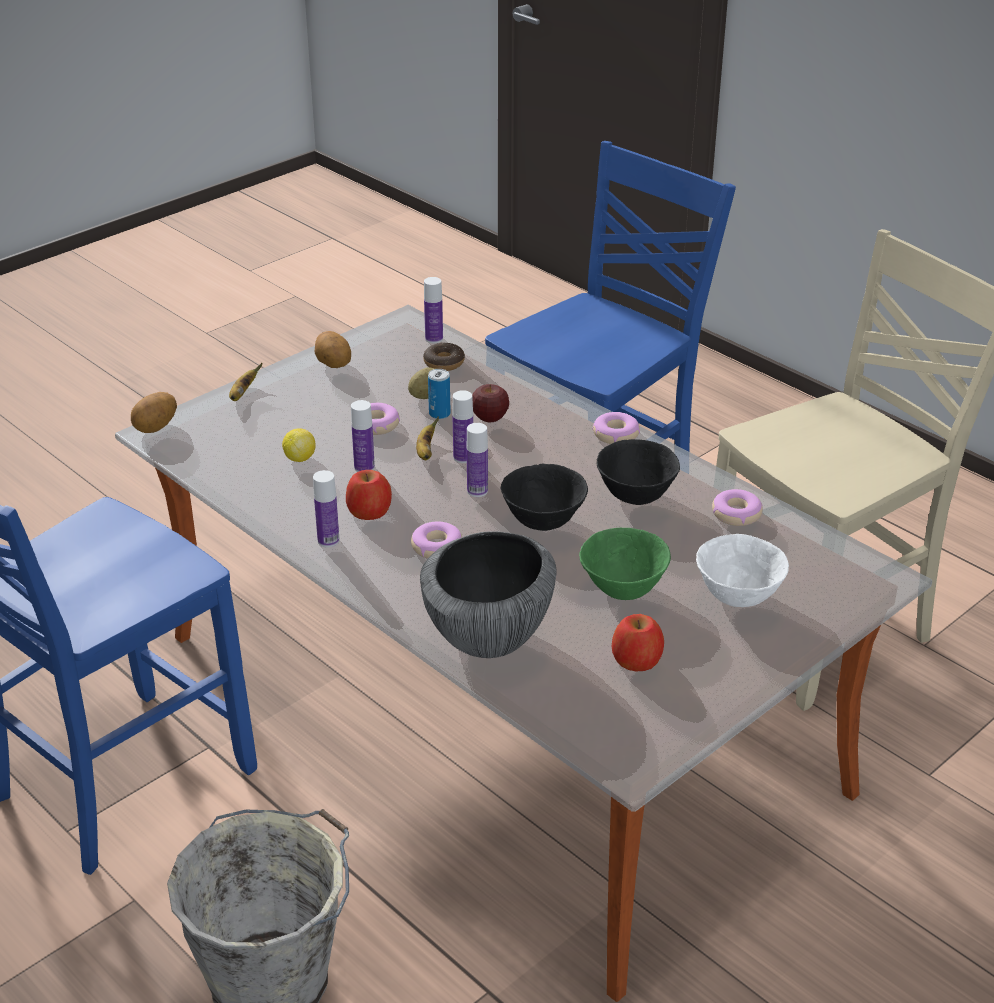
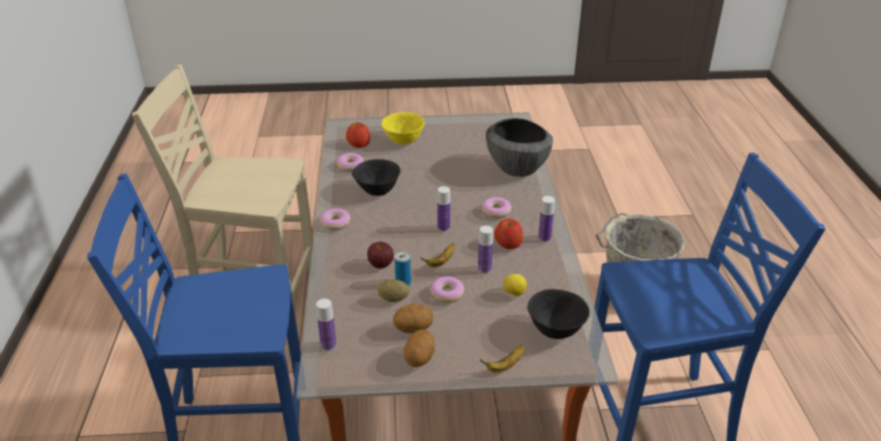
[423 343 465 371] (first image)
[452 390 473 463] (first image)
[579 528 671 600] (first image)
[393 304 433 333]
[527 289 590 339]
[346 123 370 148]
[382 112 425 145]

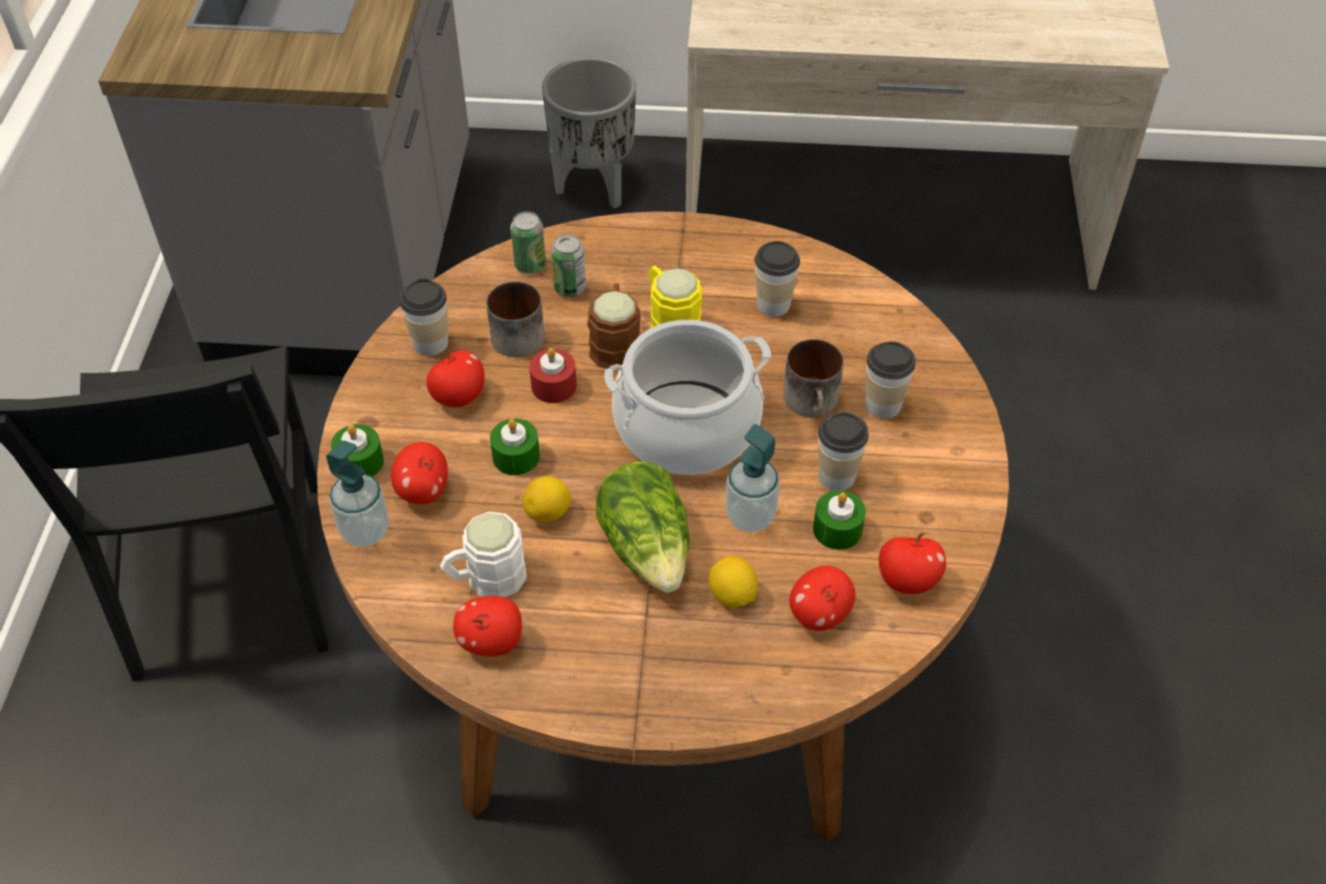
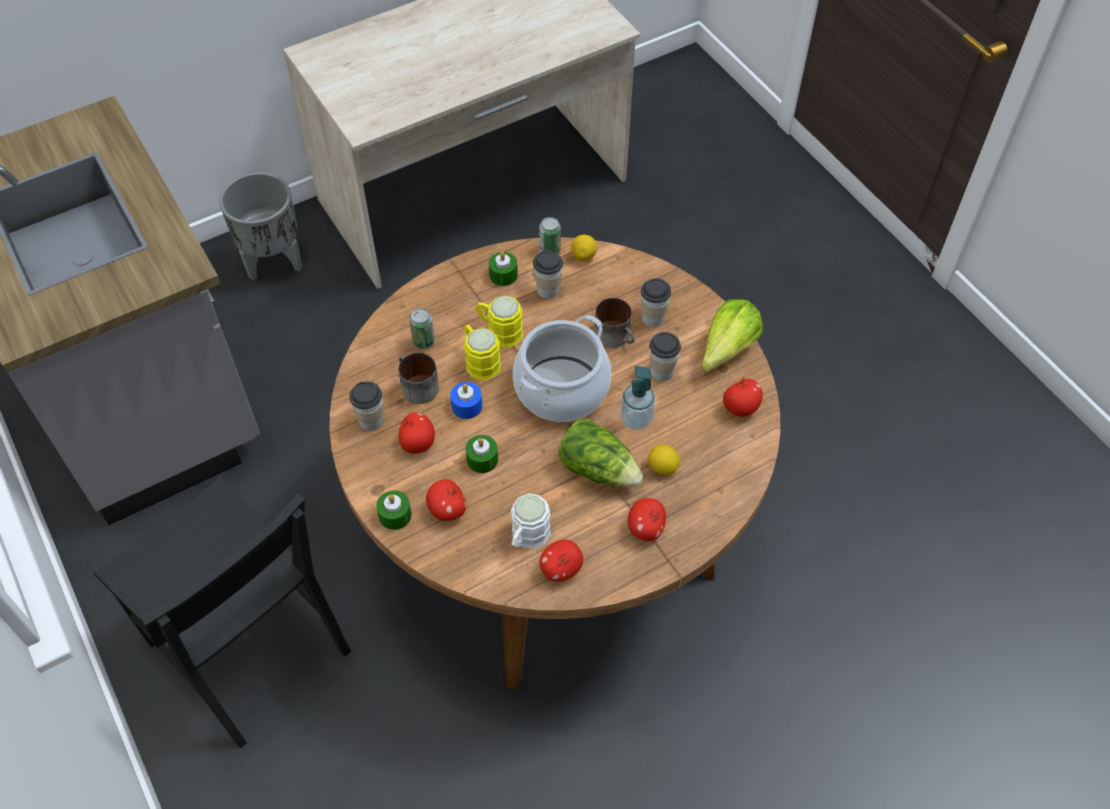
[326 440 389 547] (first image)
[702 299 763 372]
[539 217 561 254]
[571 235 597 262]
[628 498 666 541]
[489 252 518 286]
[450 382 482 419]
[464 325 501 381]

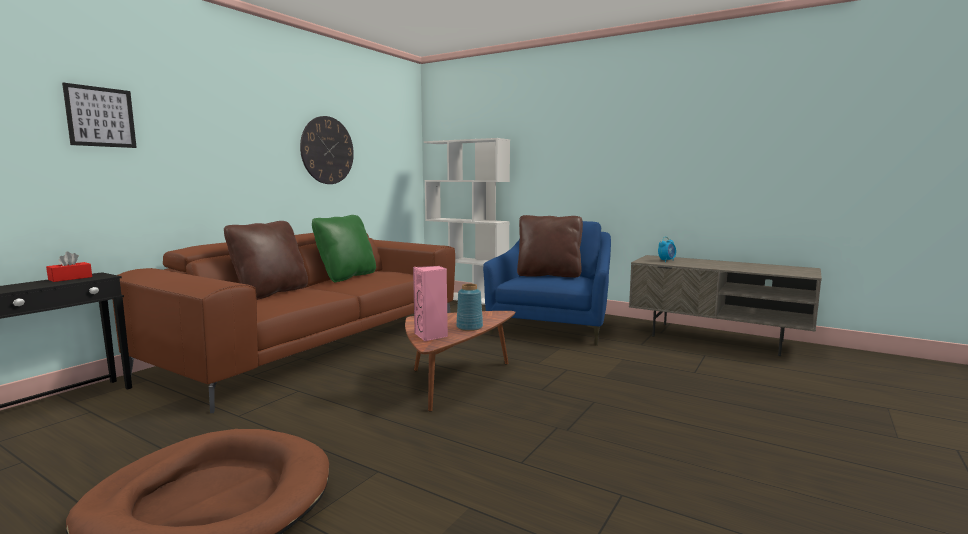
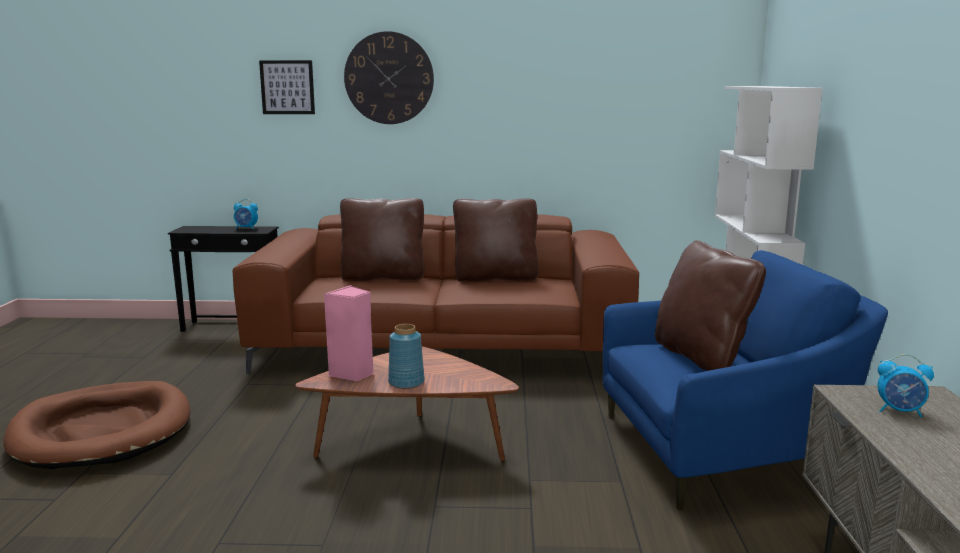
[344 31 434 124]
[234 199 258 229]
[453 198 539 282]

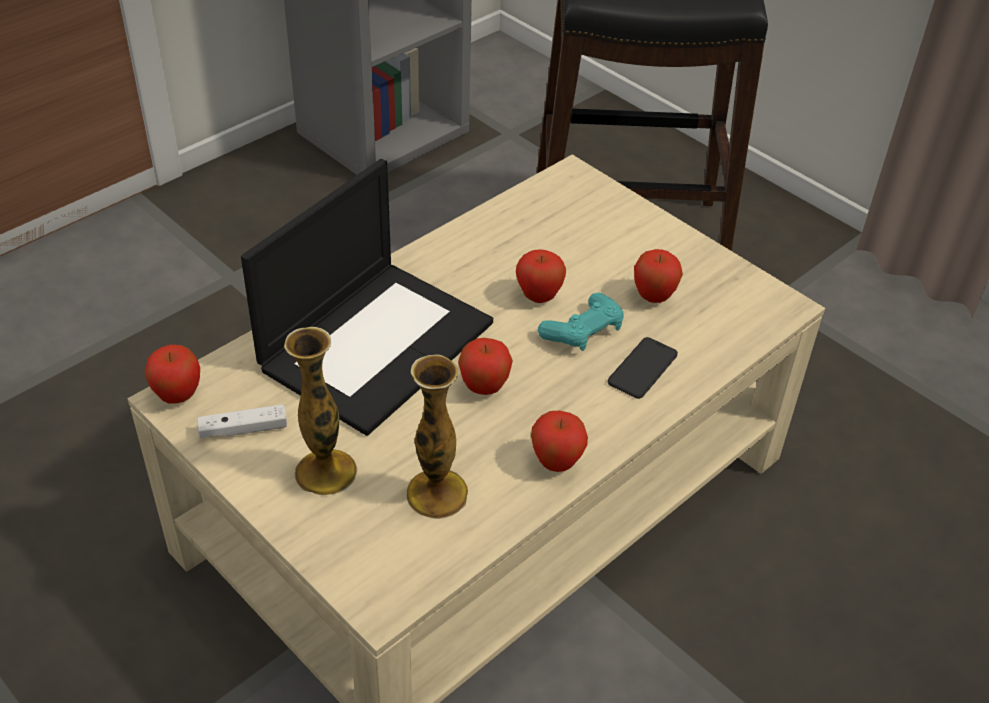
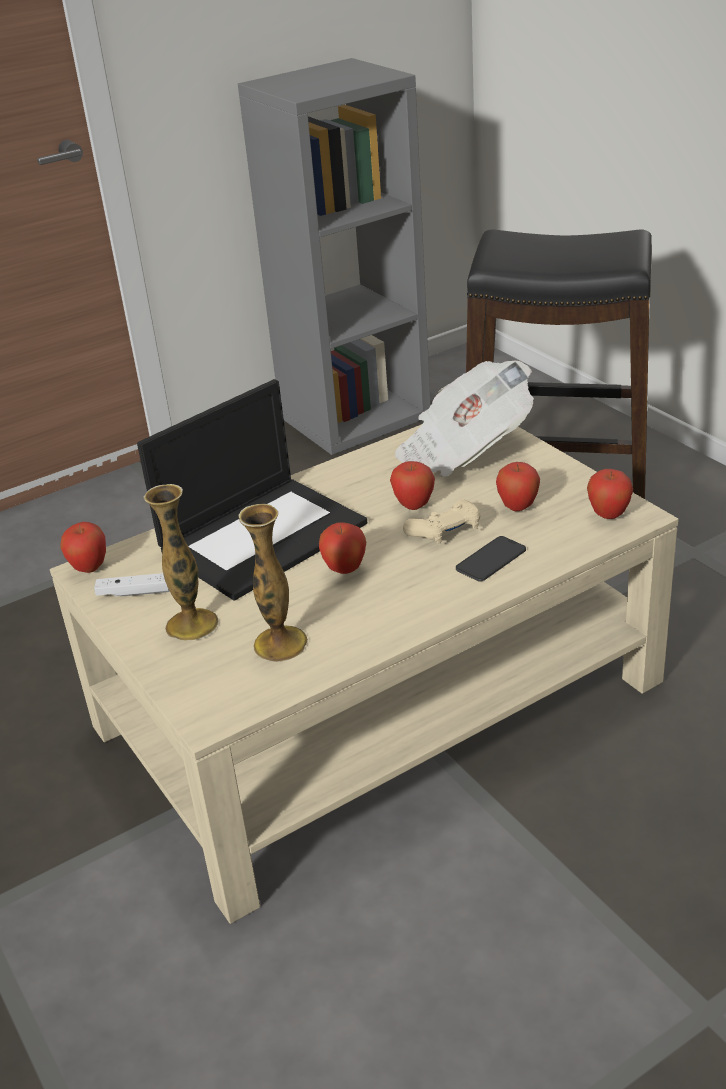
[395 361 534 477]
[587 469 633 519]
[403 499 480 544]

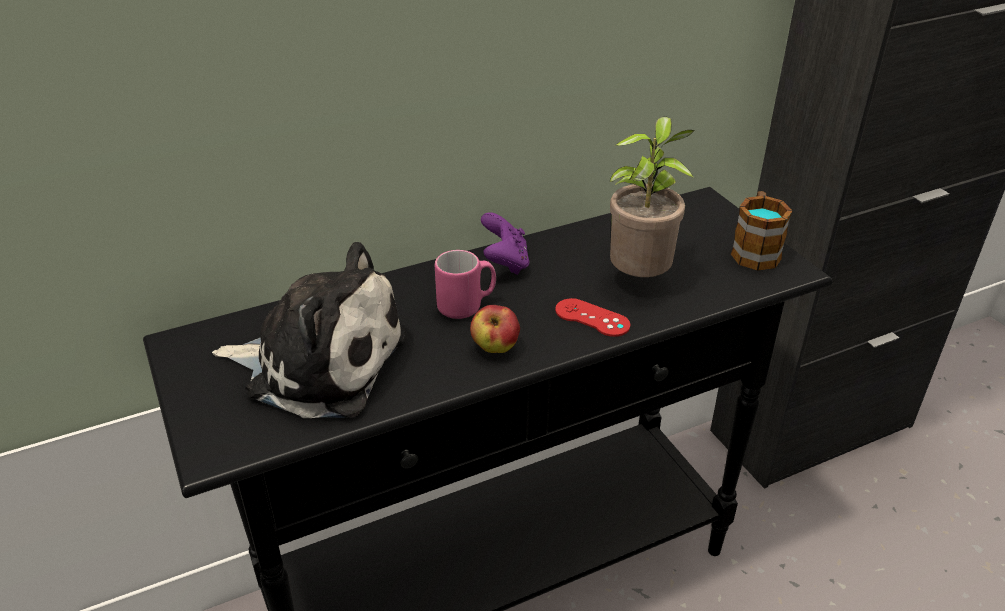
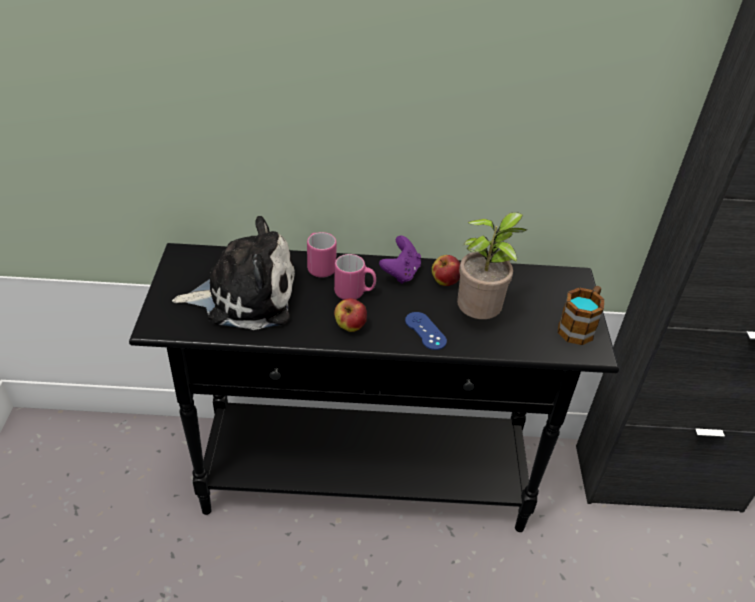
[307 232 337 278]
[432 255 460 286]
[405 312 447 350]
[172 216 295 330]

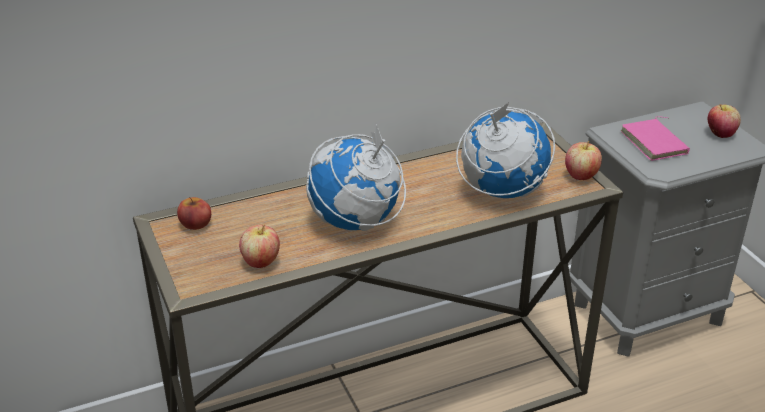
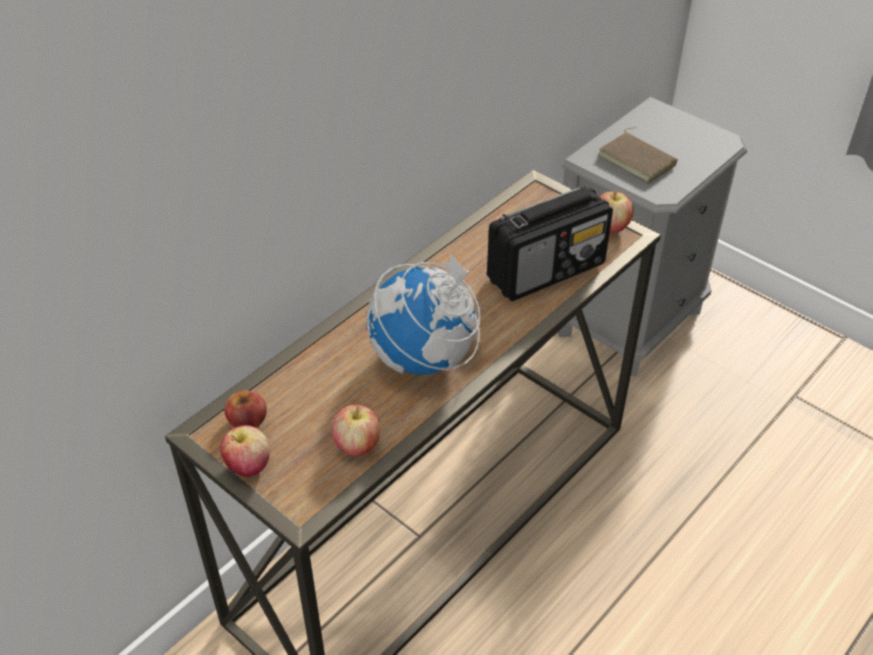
[220 426 270 477]
[487 187 613 301]
[598 127 678 183]

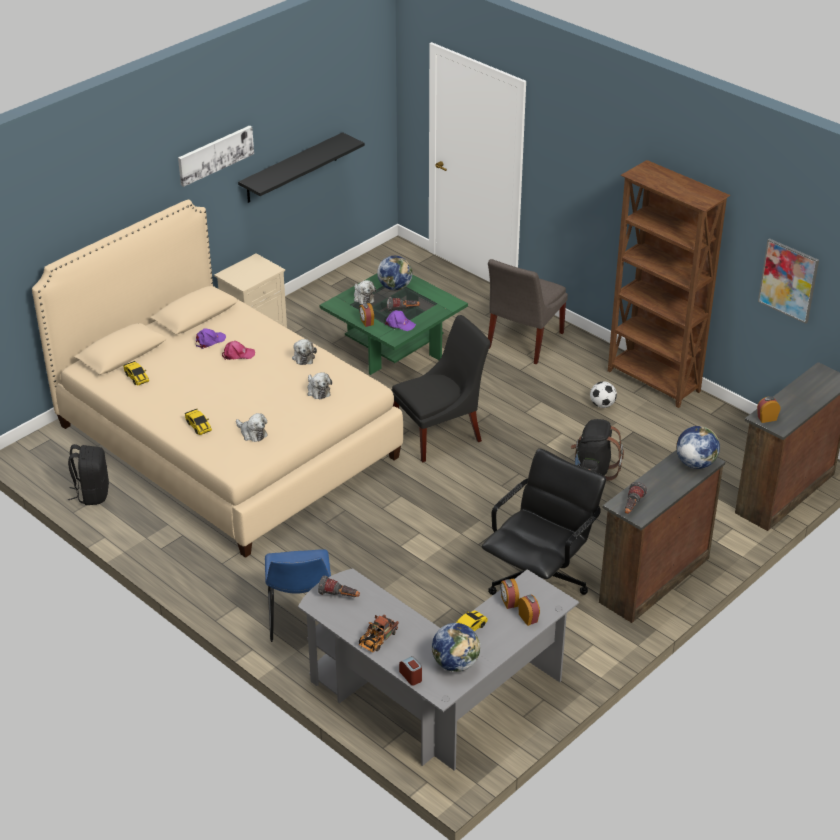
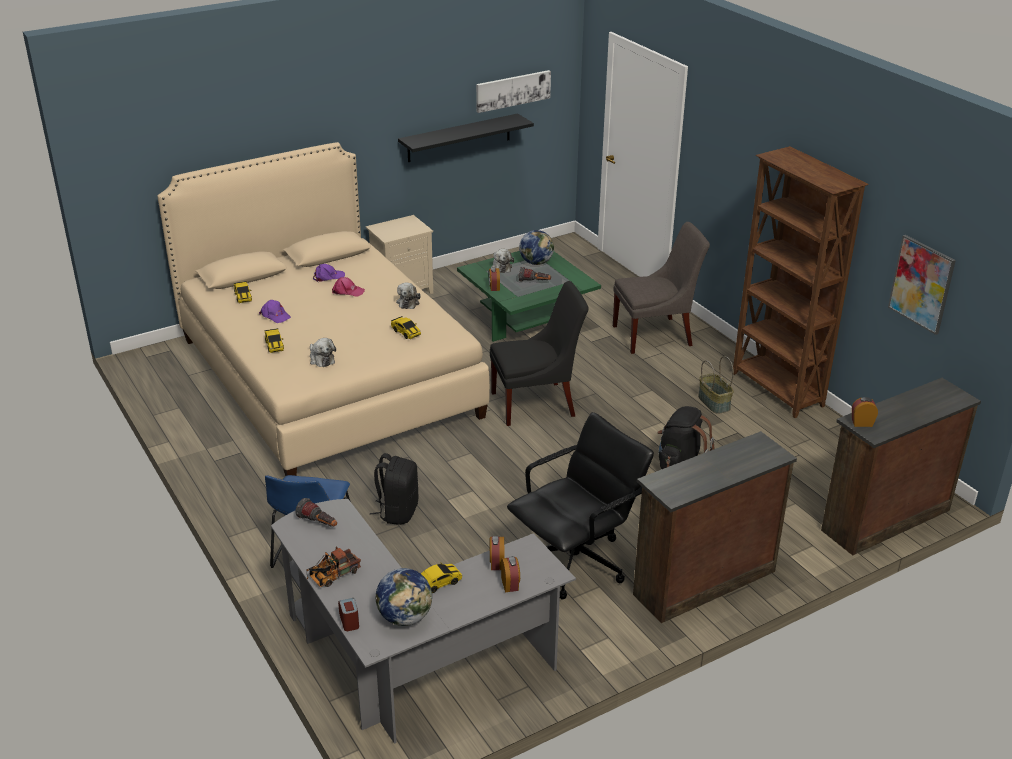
[625 482 647 514] (first image)
[676 426 720 469] (first image)
[370 453 418 525]
[476 70 551 113]
[259 300 291 323]
[391 316 421 339]
[698 356 734 414]
[613 222 710 354]

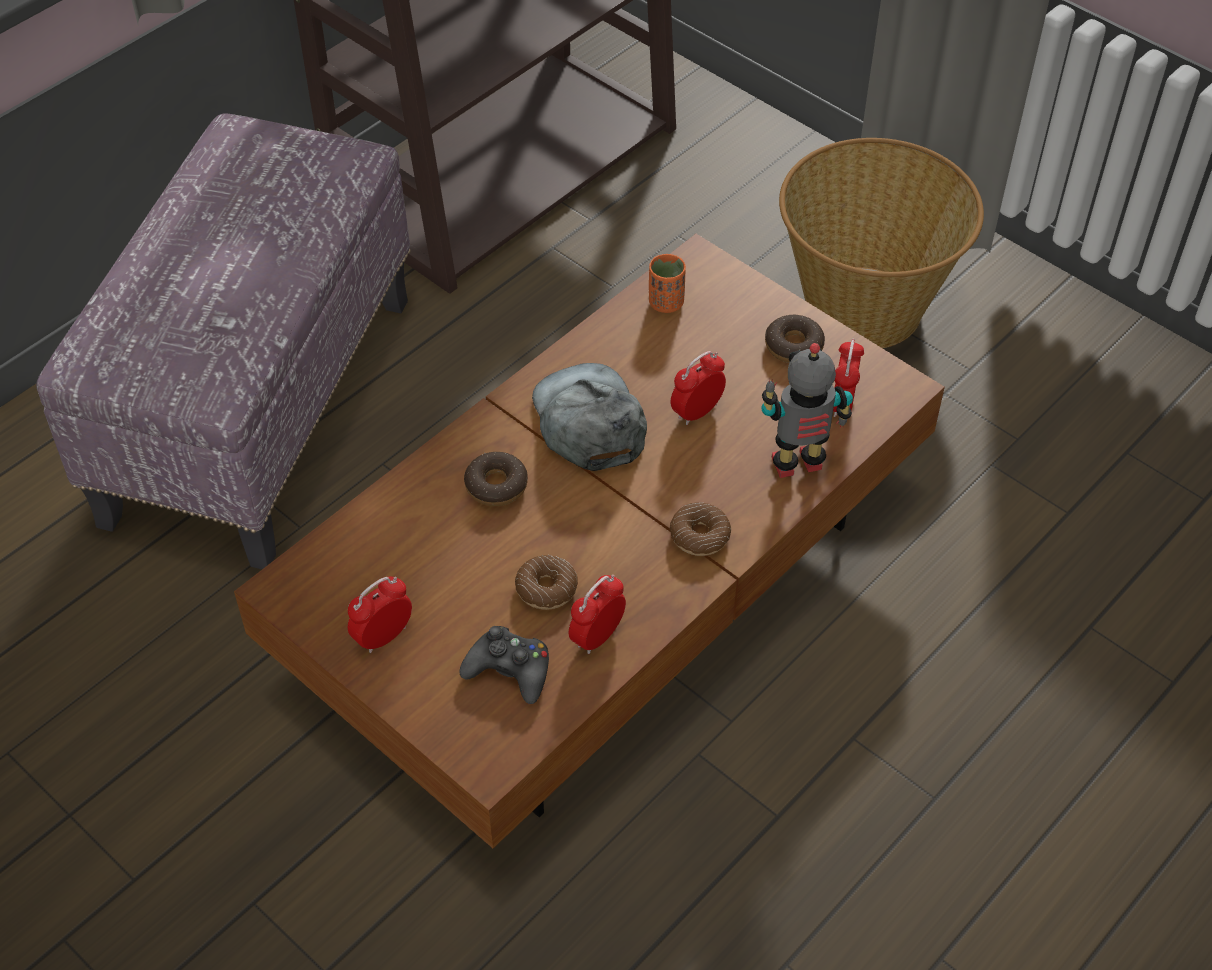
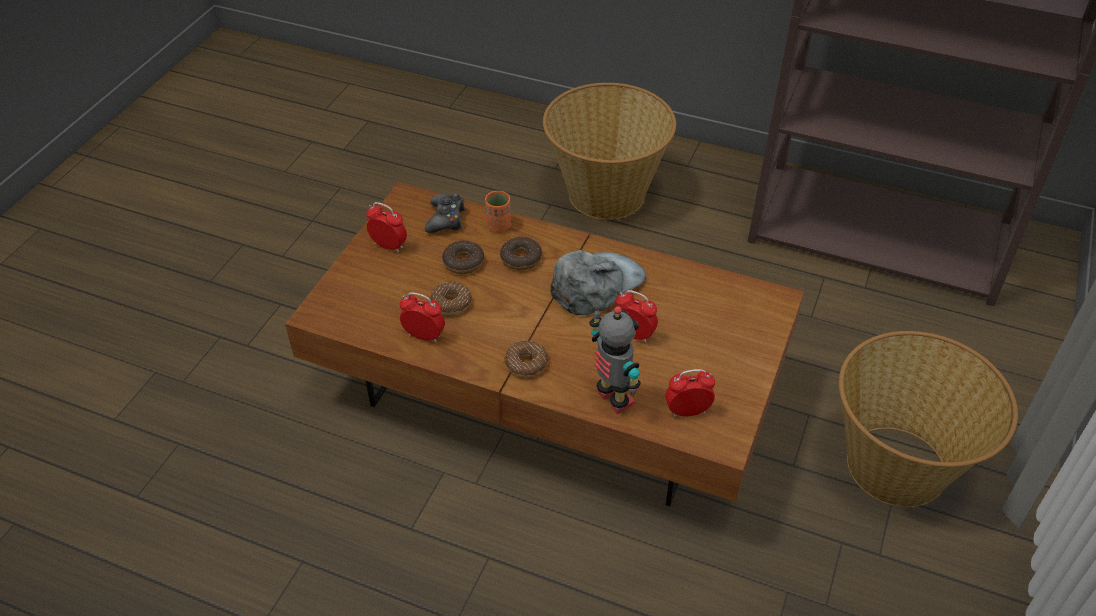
[425 193 466 233]
[485 191 511 232]
[442 240 484 274]
[543 83 676 220]

